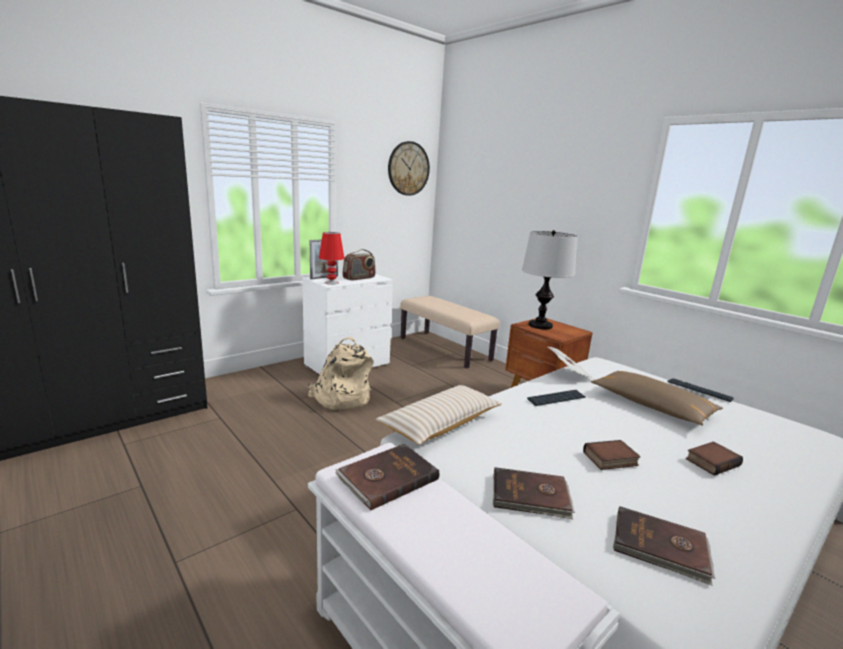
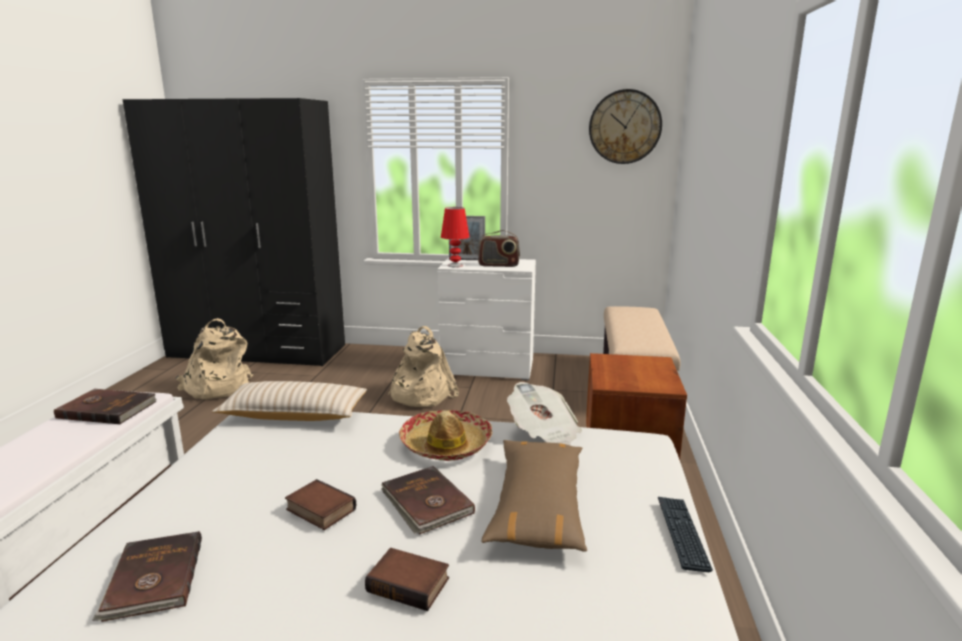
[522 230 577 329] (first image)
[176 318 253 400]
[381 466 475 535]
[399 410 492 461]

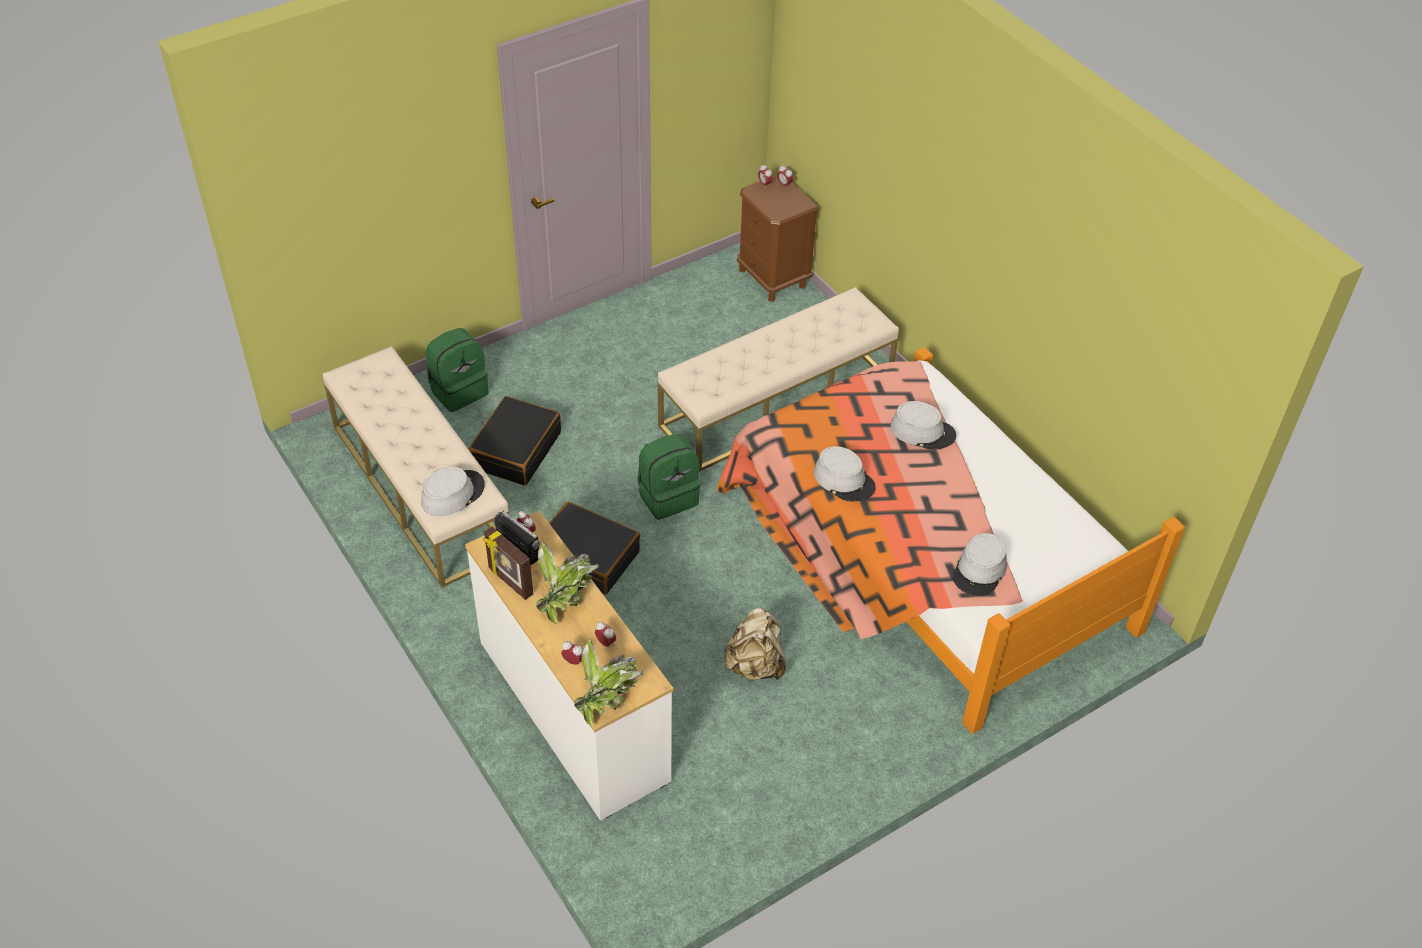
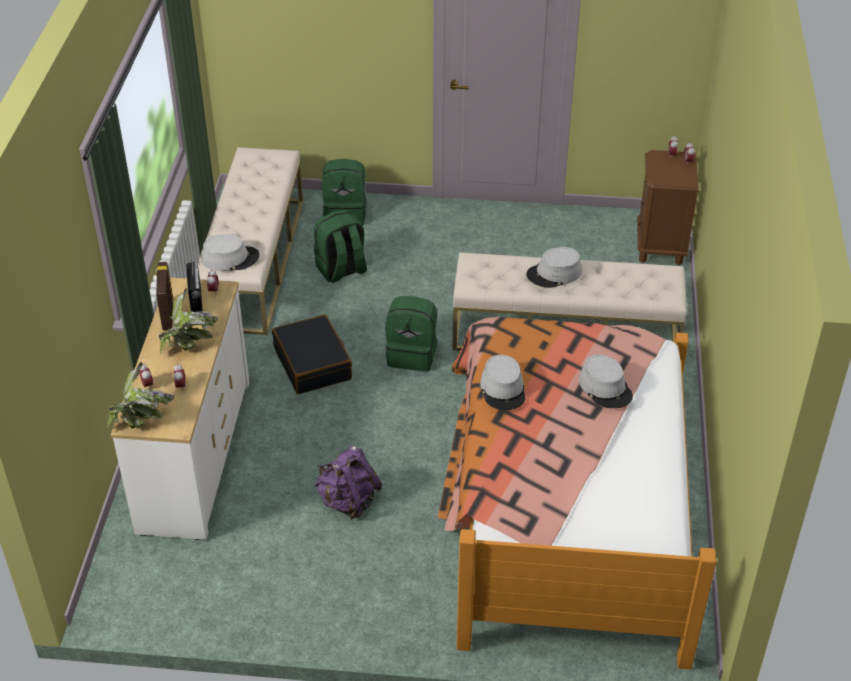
[526 247 582 288]
[313 210 367 283]
[314 446 382 520]

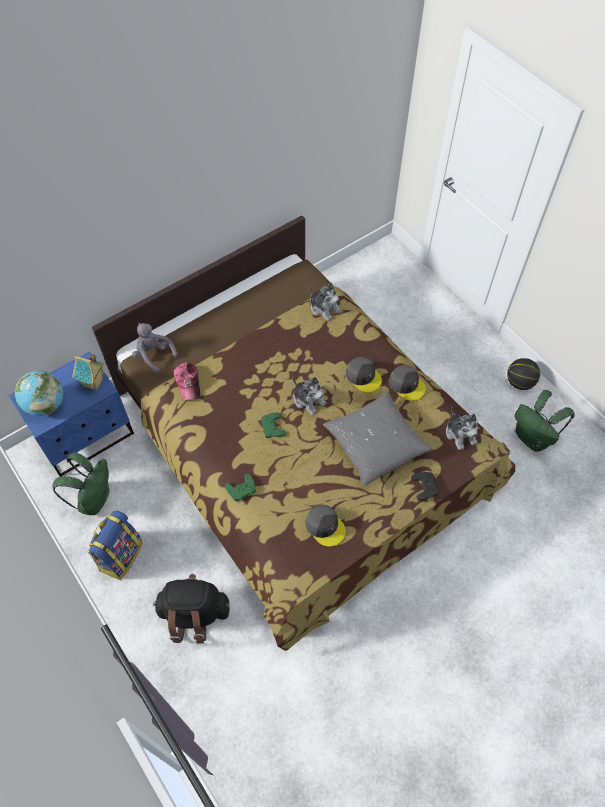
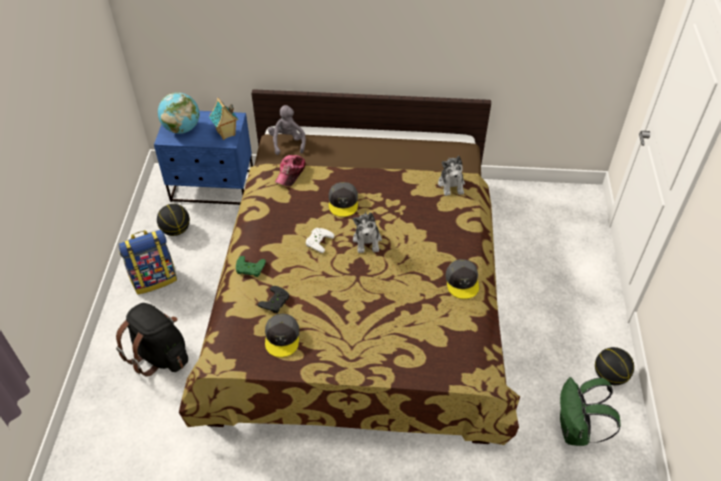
[323 392 432 486] (first image)
[446 406 477 450] (first image)
[329 182 358 217]
[258 286 289 313]
[157 204 190 236]
[306 228 334 253]

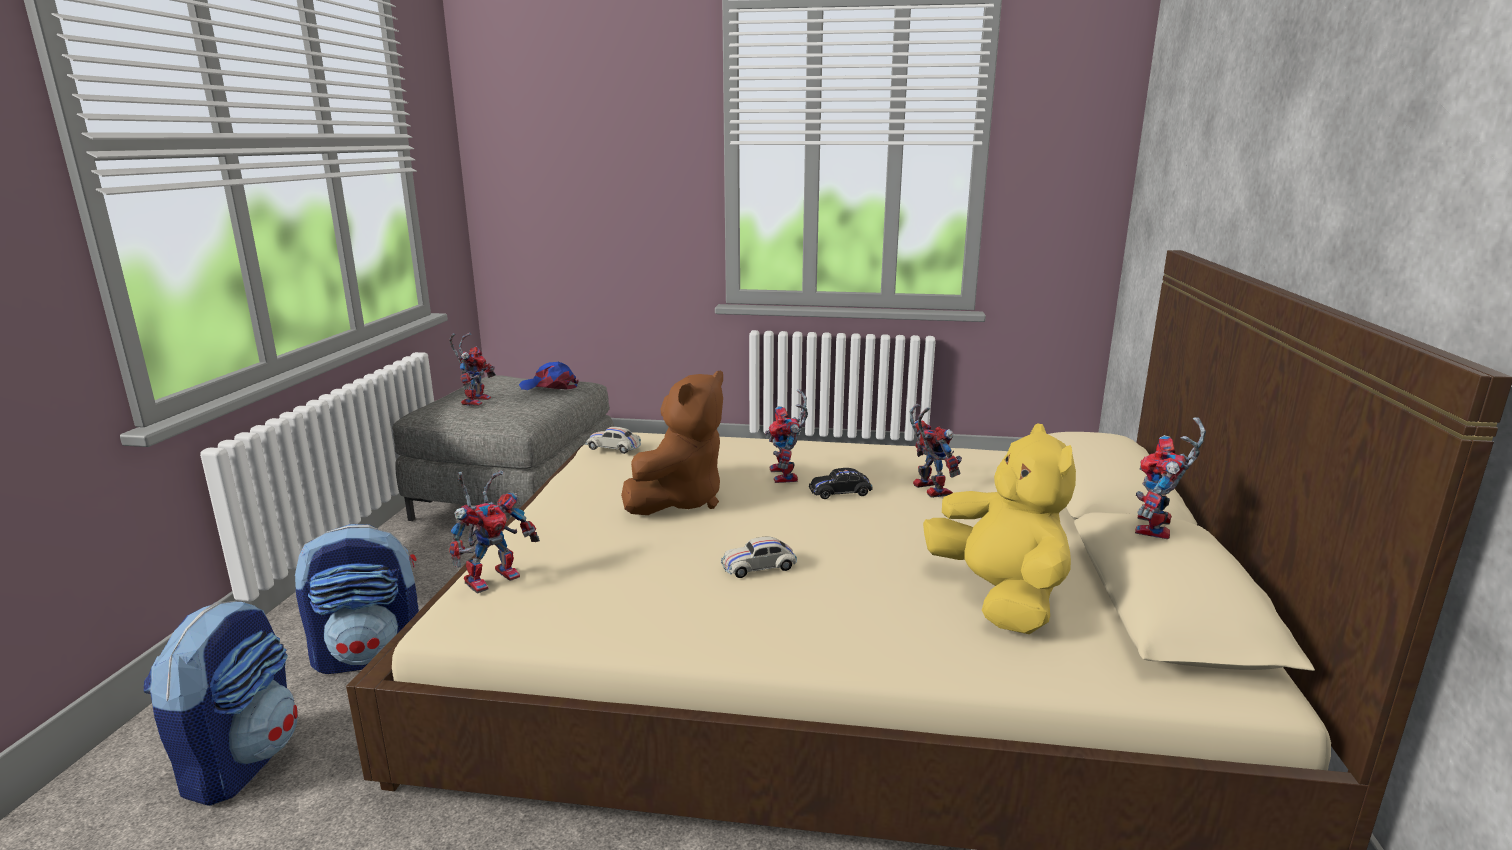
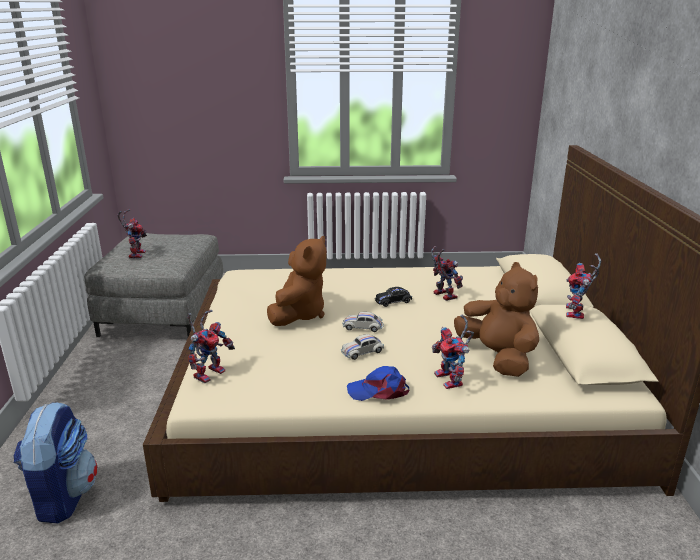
[295 524 419 674] (first image)
[347 366 409 401]
[342 312 384 332]
[431 314 474 389]
[454 262 539 377]

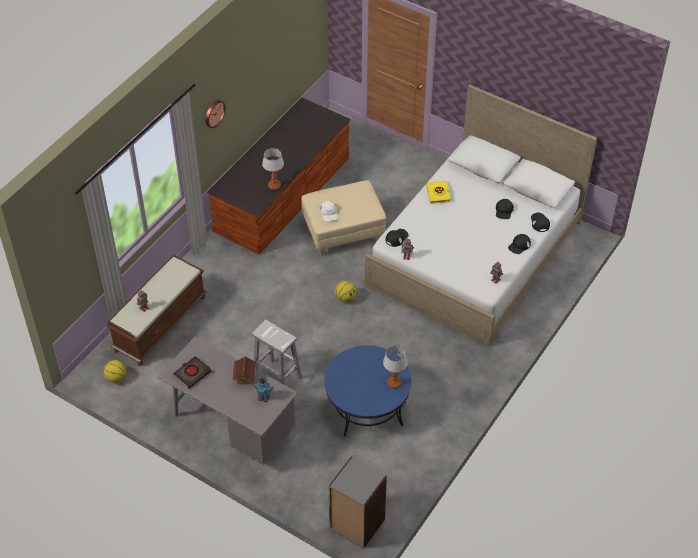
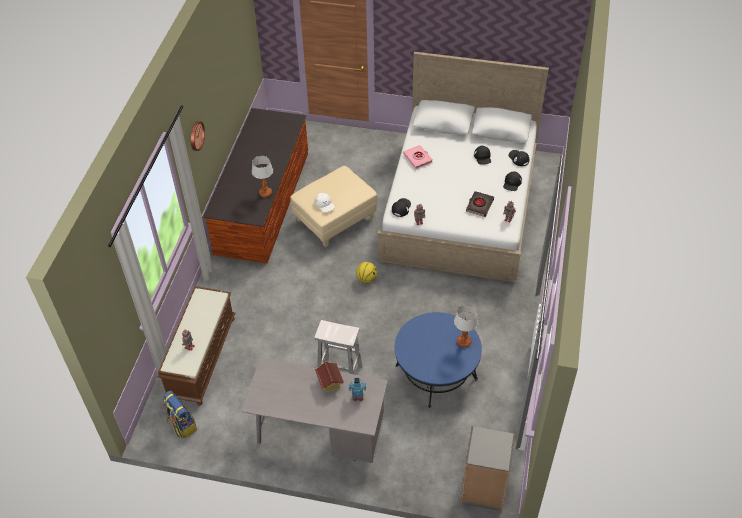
[466 191 494 217]
[163 391 197 439]
[403 145 433 169]

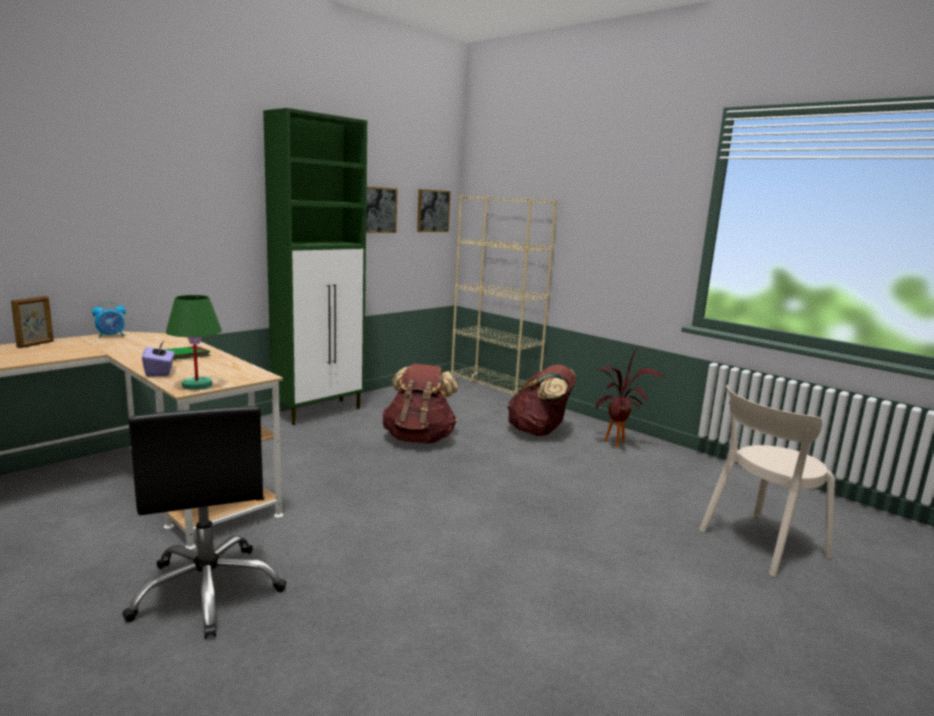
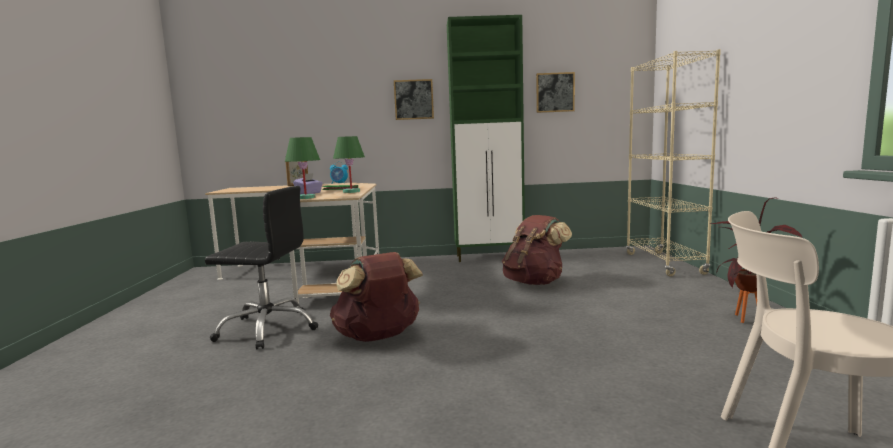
[333 136 365 193]
[394 79 434 120]
[330 252 423 342]
[205 186 318 349]

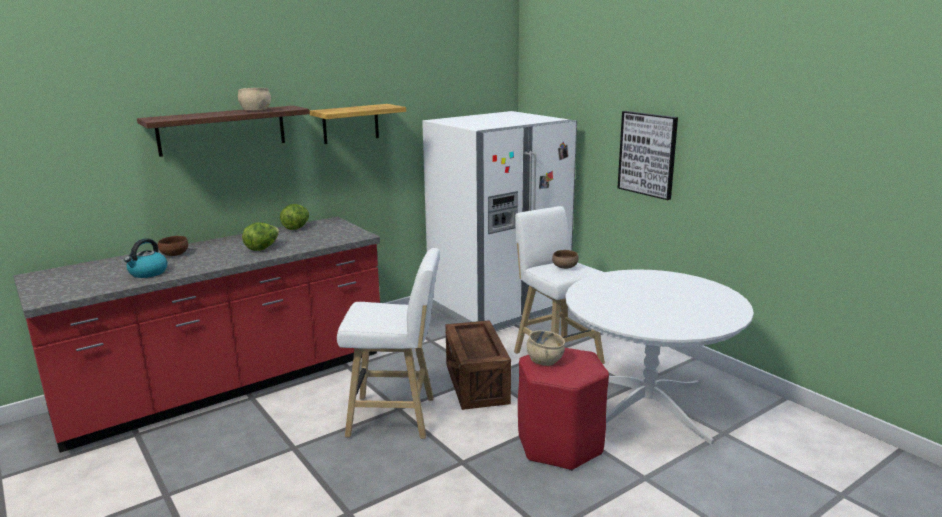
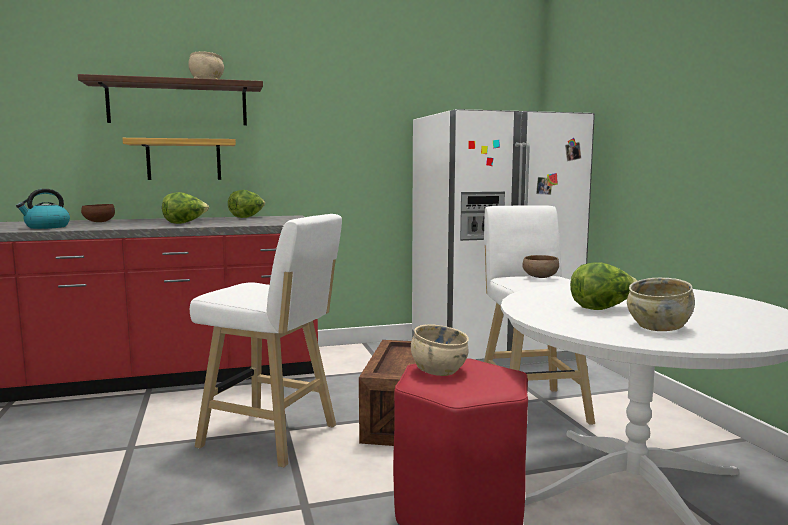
[618 111 678 200] (first image)
[570 262 638 310]
[627 277 695 331]
[123 138 236 180]

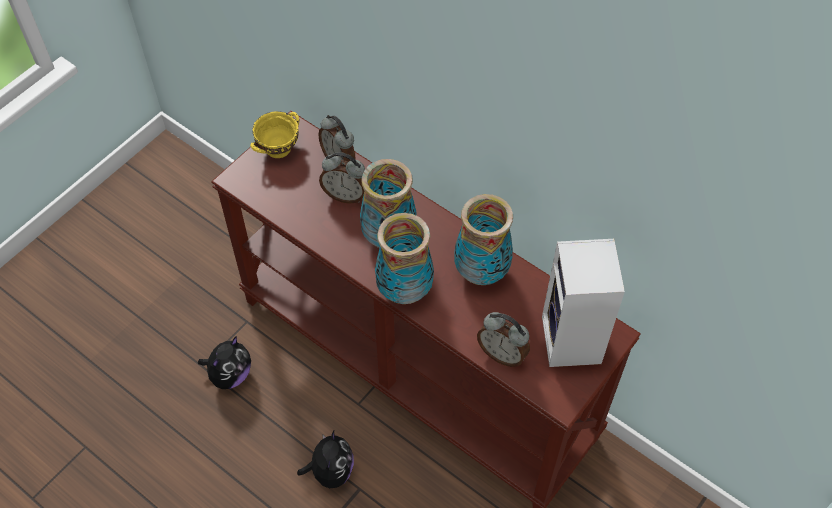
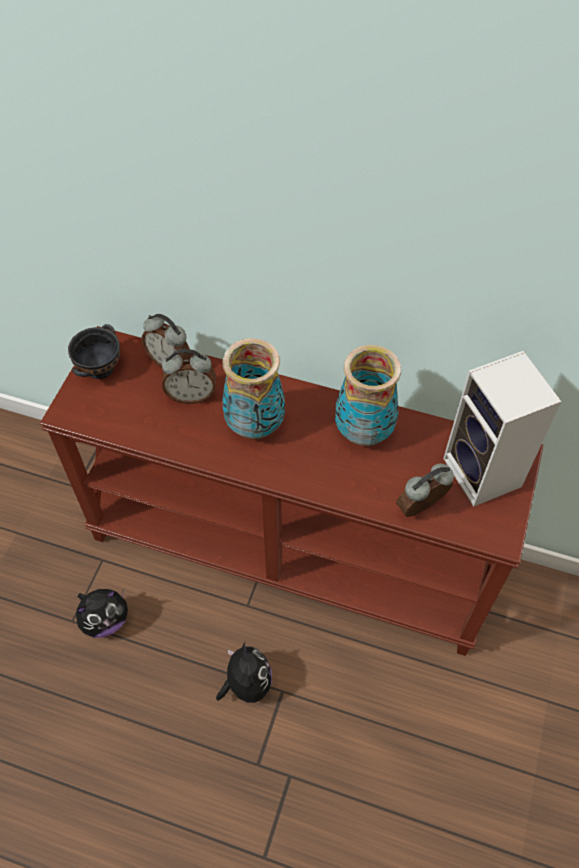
[375 213 434 304] (first image)
[68 324 120 379]
[76 588 128 638]
[396 463 454 517]

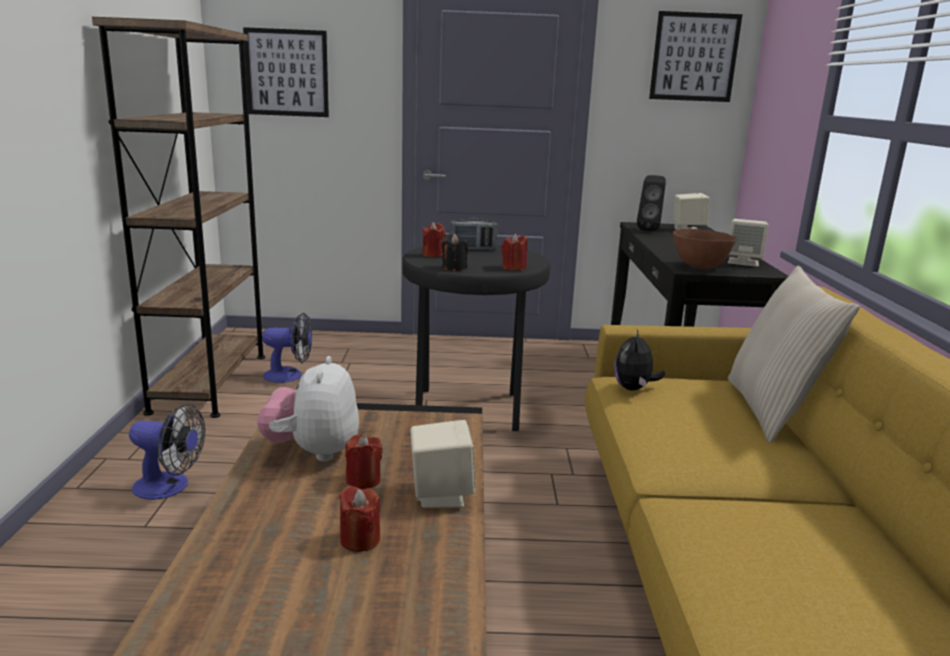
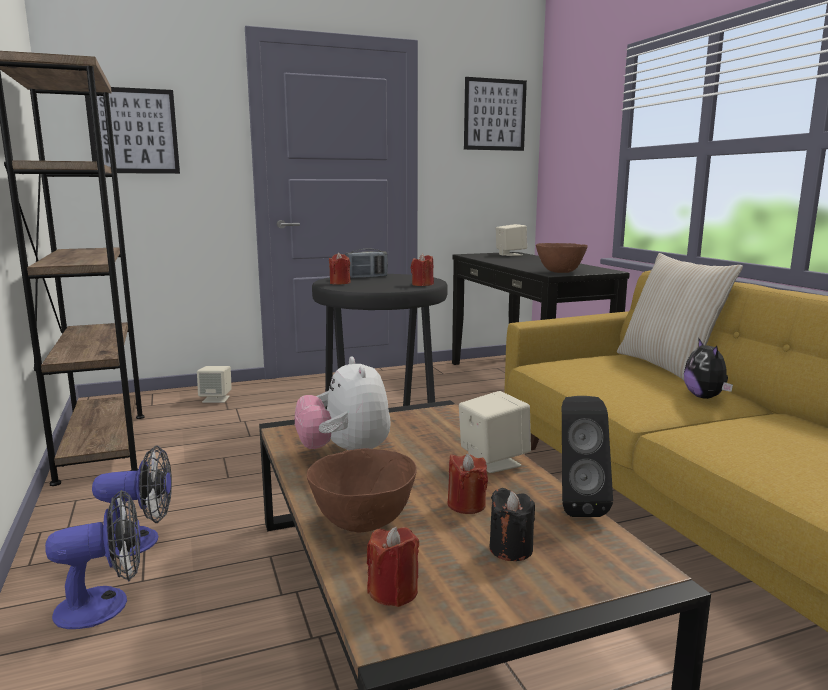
[307 448 417 532]
[45 490 141 629]
[367 527 419 607]
[490 488 535 561]
[684 338 733 399]
[562 396 613 517]
[197 366 232 403]

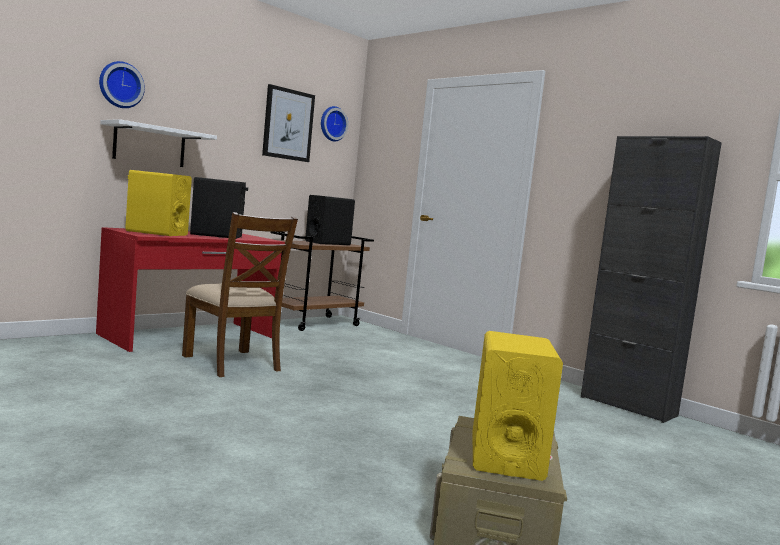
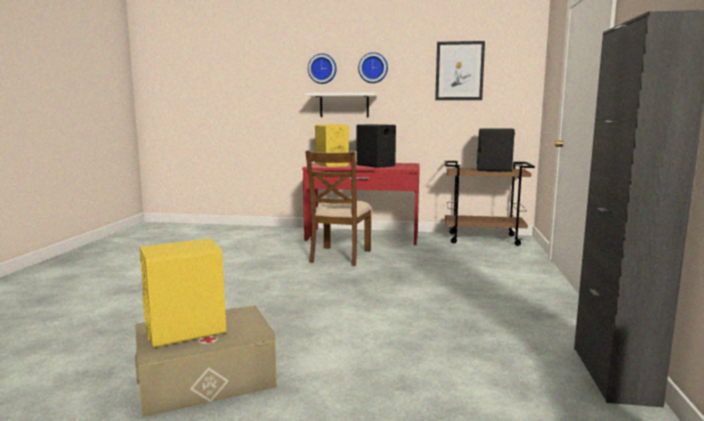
[358 52 388 83]

